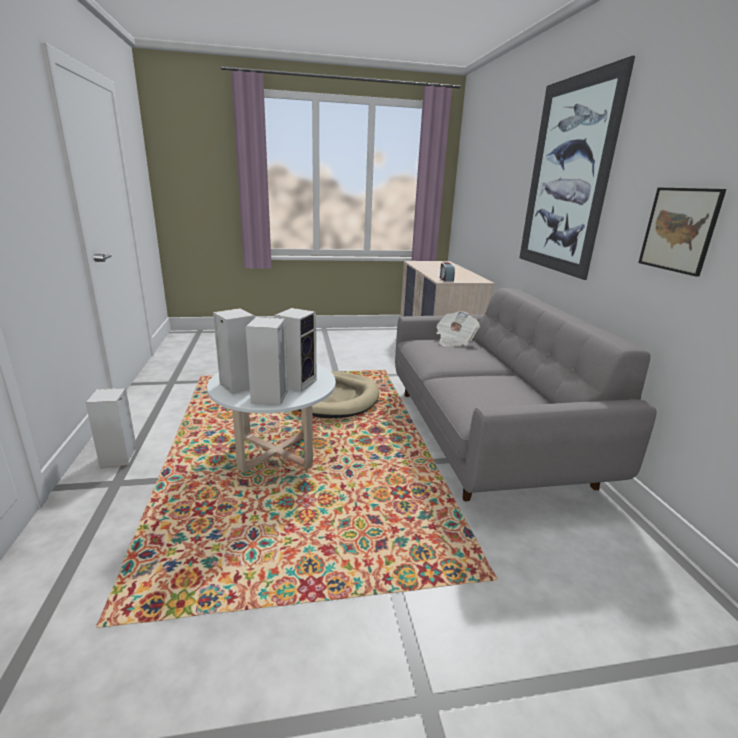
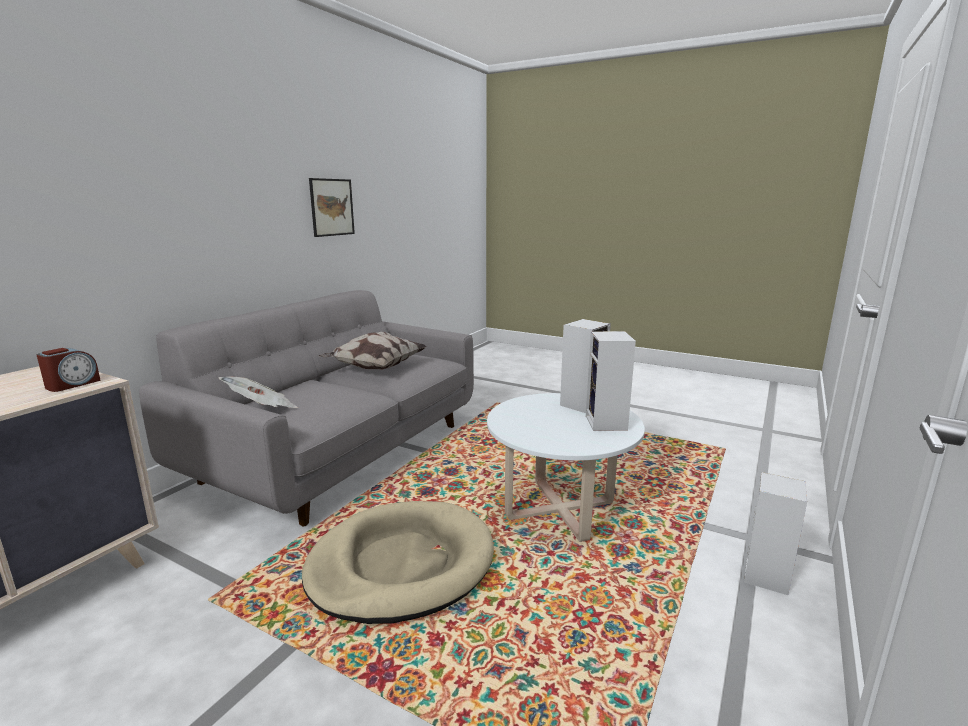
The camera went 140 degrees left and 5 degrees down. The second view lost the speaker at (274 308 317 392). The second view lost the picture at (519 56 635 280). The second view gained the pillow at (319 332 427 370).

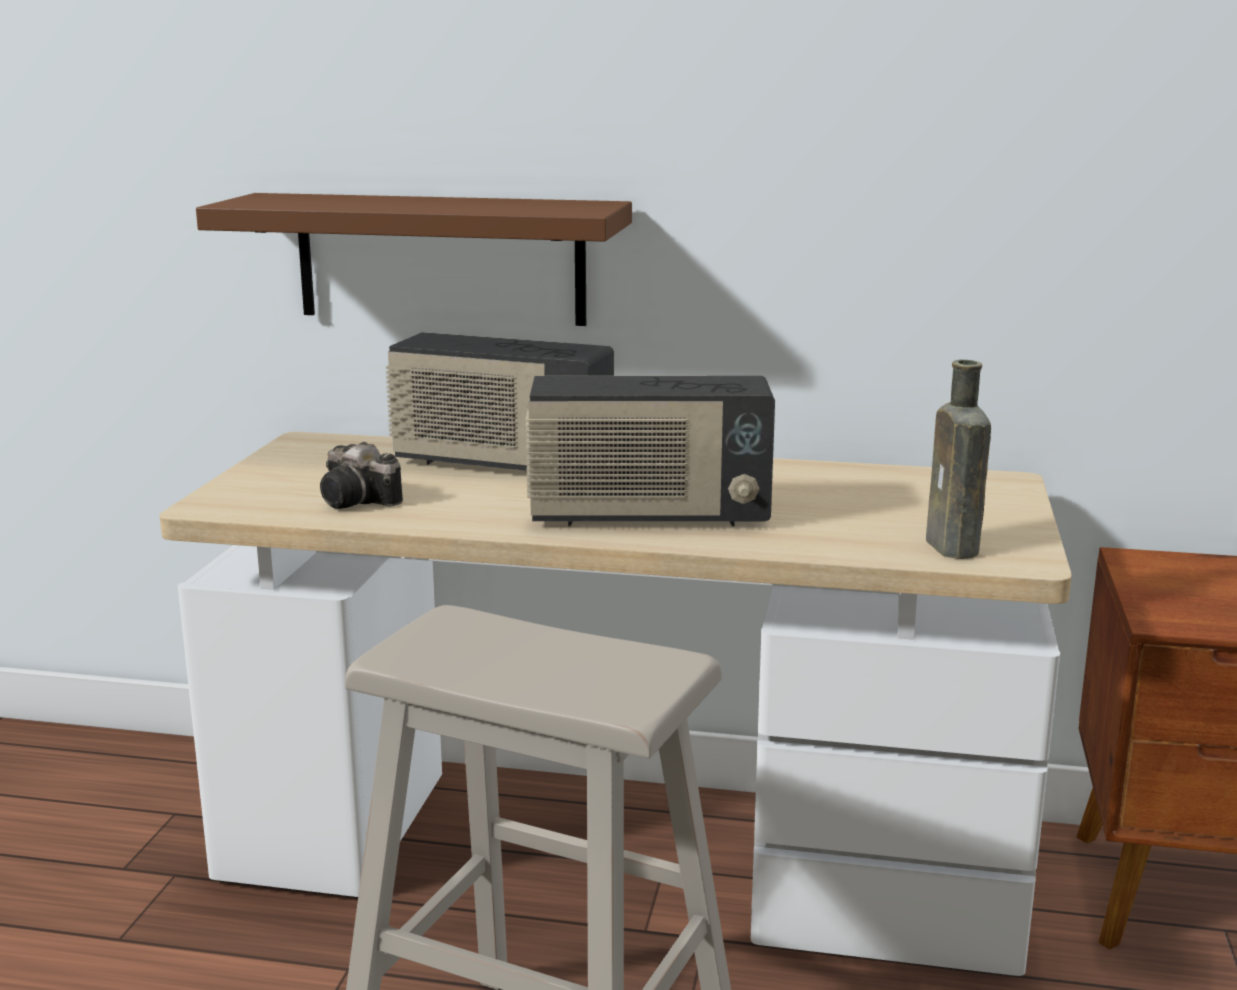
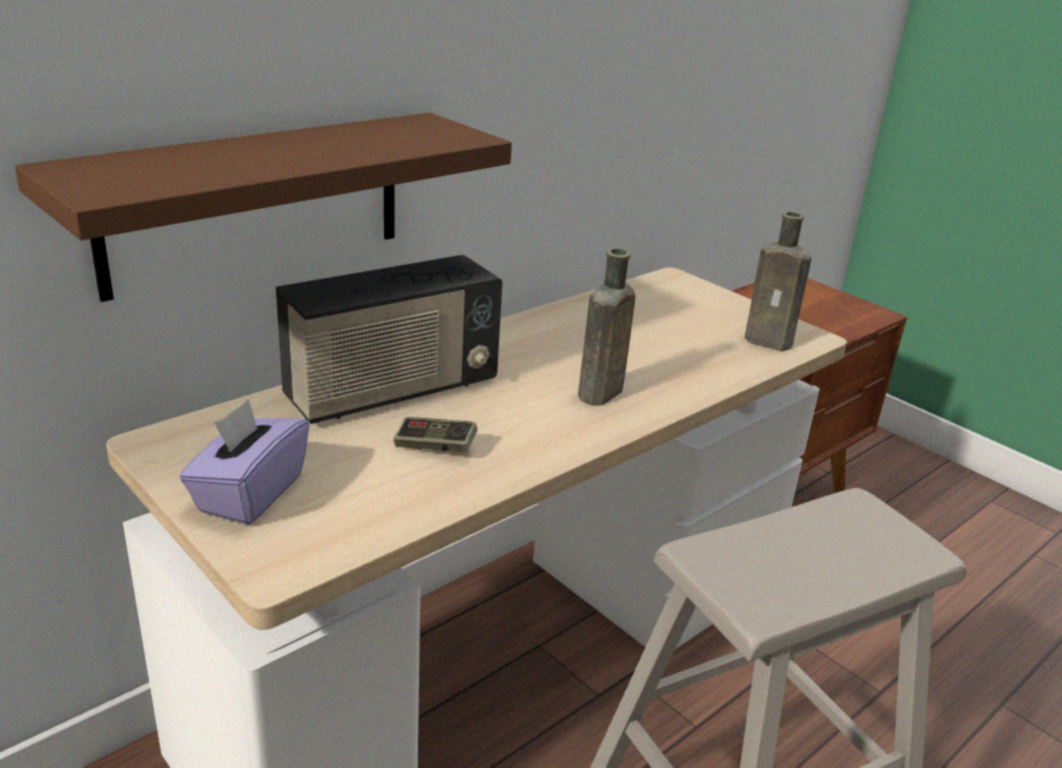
The camera went 55 degrees left and 10 degrees up. The second view lost the photo camera at (320 442 403 509). The second view gained the purple tissue box at (179 399 309 525). The second view gained the game controller at (394 417 478 452). Where the radio stood at (525 376 775 526), the brown bottle came to stand at (578 248 635 406).

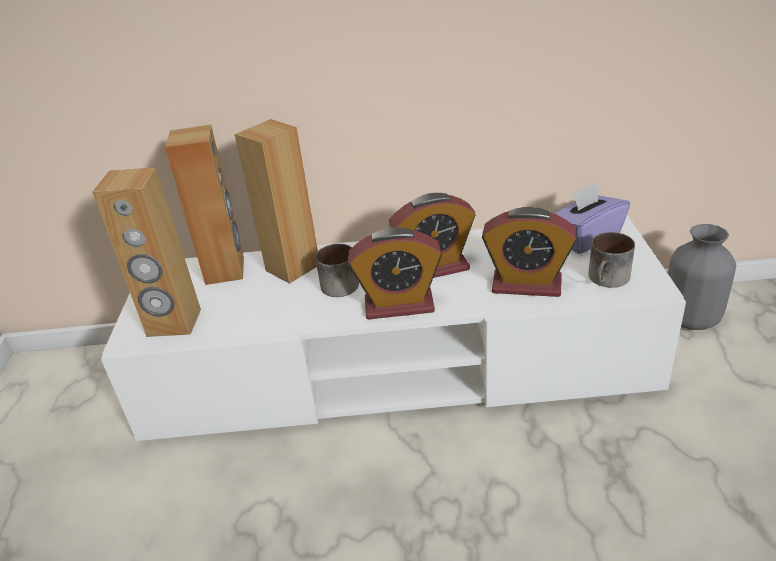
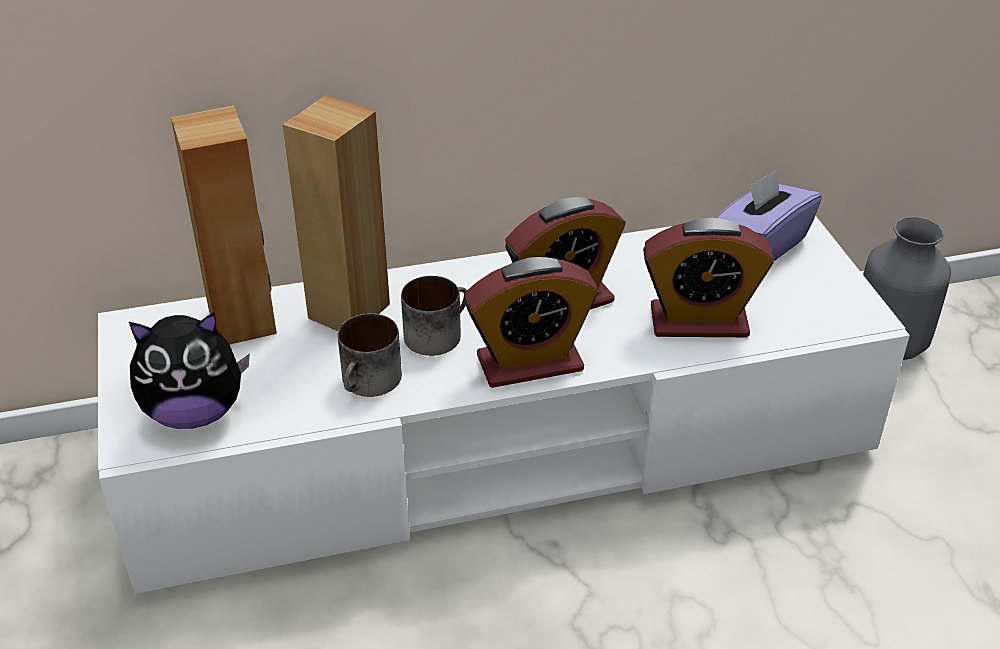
The camera went 15 degrees left and 5 degrees up. The mug ended up elsewhere, having gone from (588 232 635 288) to (338 313 402 397). Where the brown speaker stood at (92 167 201 337), the plush toy came to stand at (129 312 250 429).

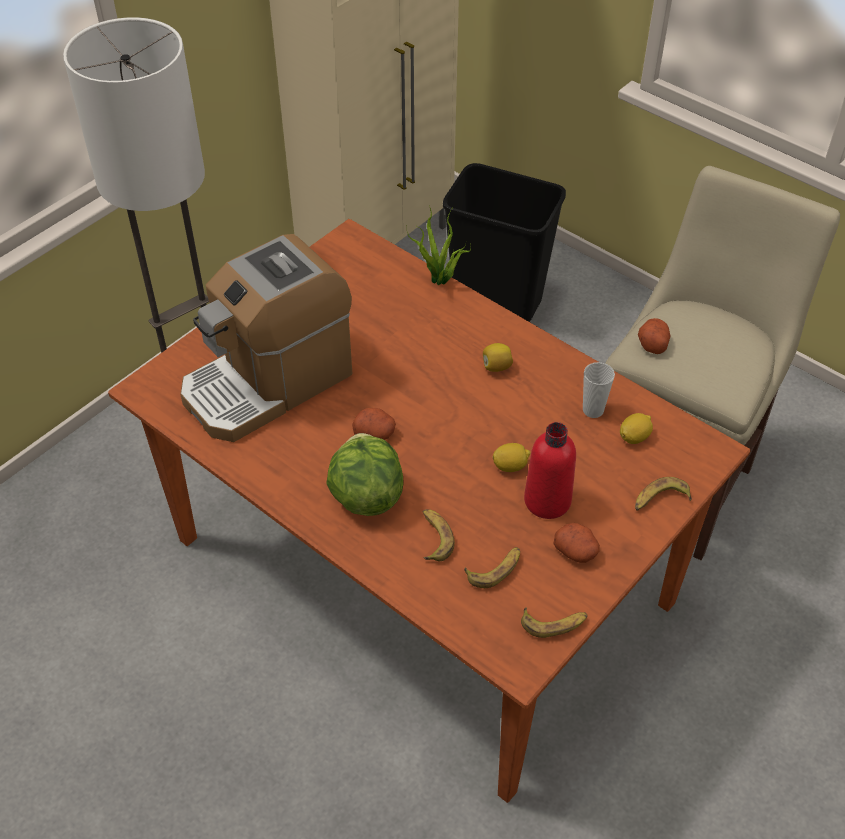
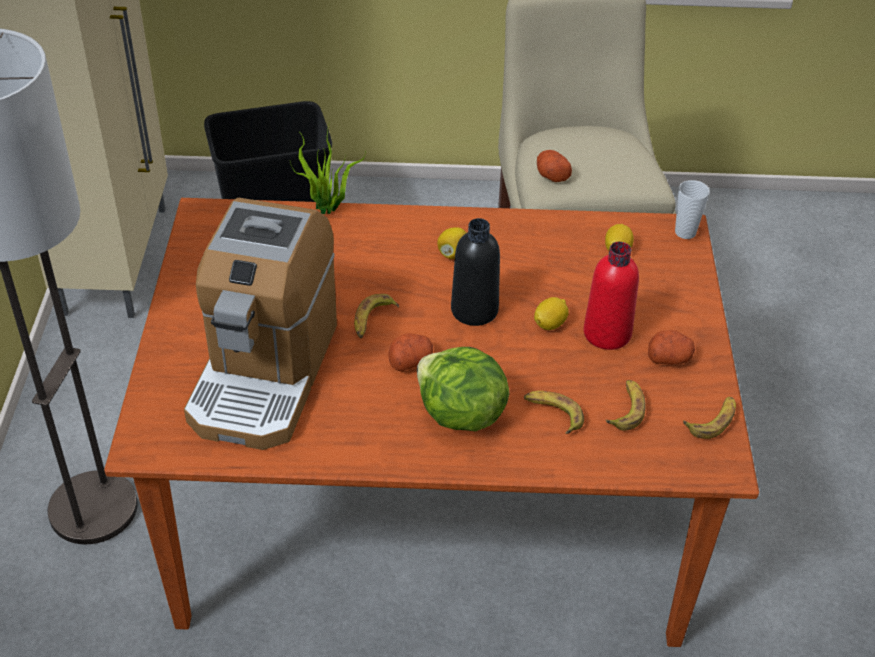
The camera went 40 degrees left and 5 degrees down. The second view gained the black bottle at (451 218 500 326). The cup ended up elsewhere, having gone from (583 362 615 418) to (675 180 710 239). The banana ended up elsewhere, having gone from (635 477 692 511) to (354 294 399 338).

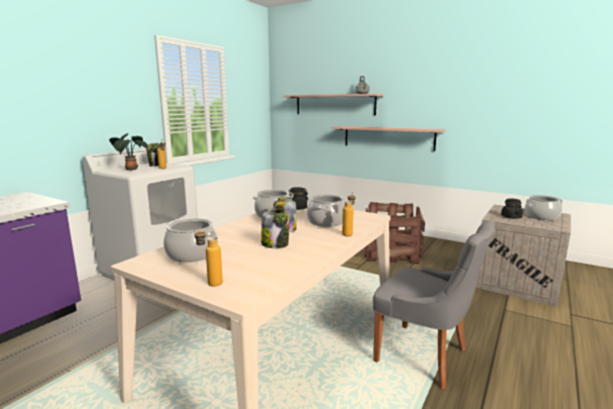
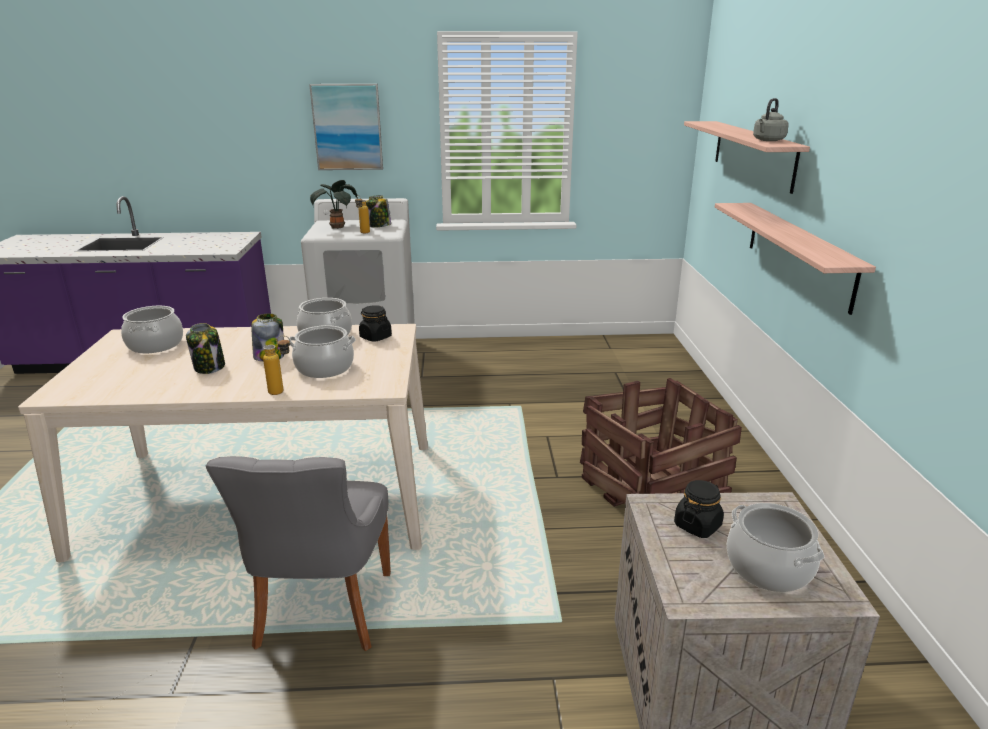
The camera went 55 degrees right and 10 degrees up. The second view lost the bottle at (194 227 223 286). The second view gained the picture at (309 84 383 170).

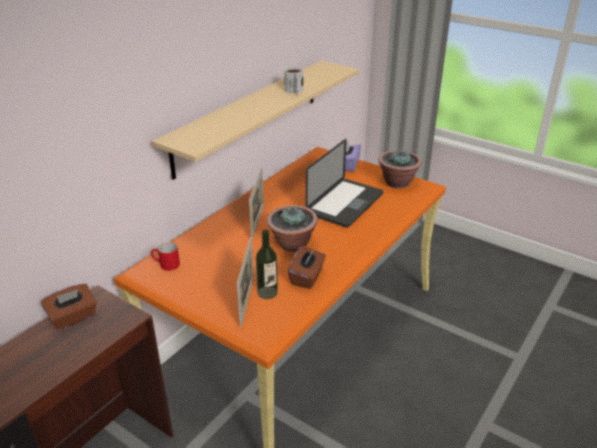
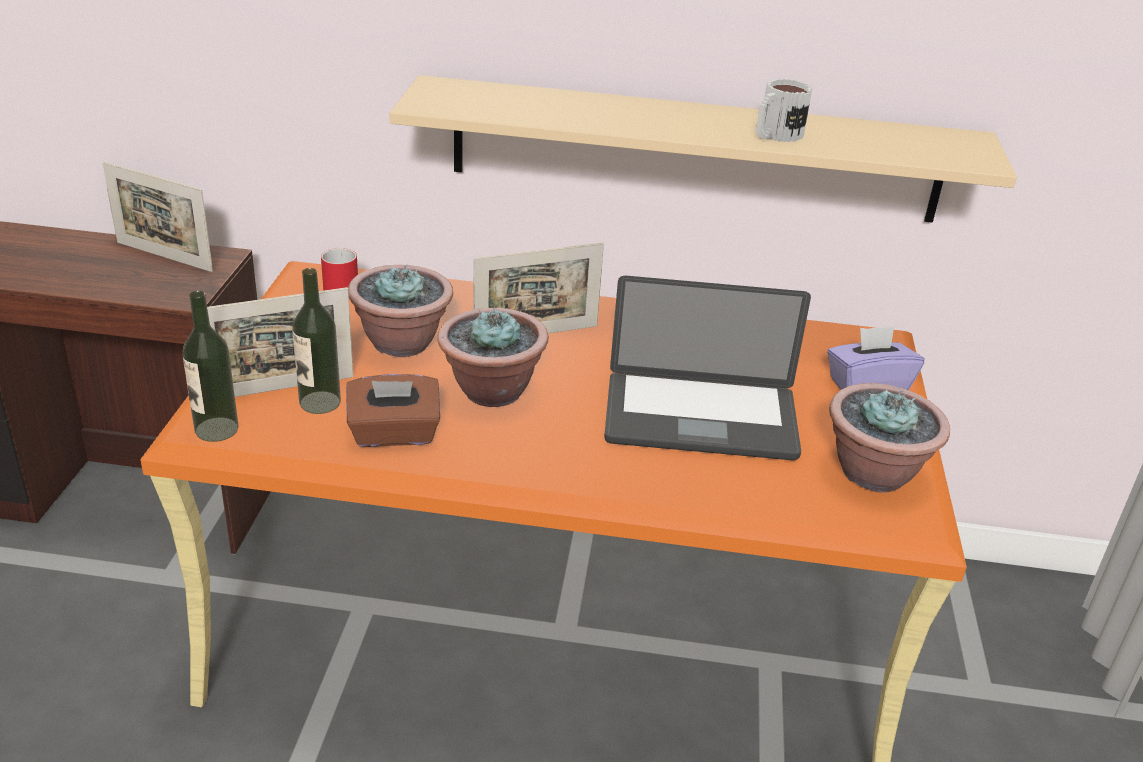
The camera went 60 degrees right and 0 degrees up. The second view gained the bottle at (182 291 239 442). The second view gained the potted plant at (348 265 453 357). Where the brown tissue box stood at (40 284 97 330), the picture frame came to stand at (102 161 213 272).

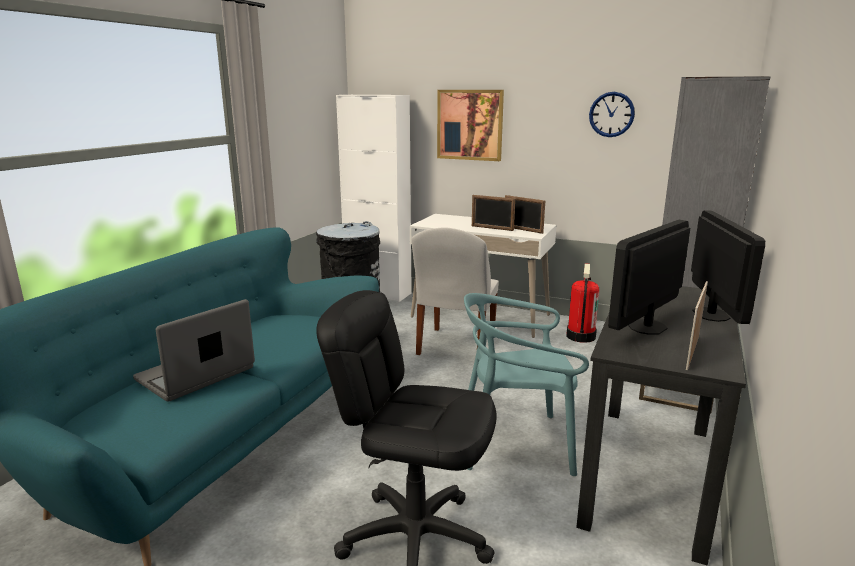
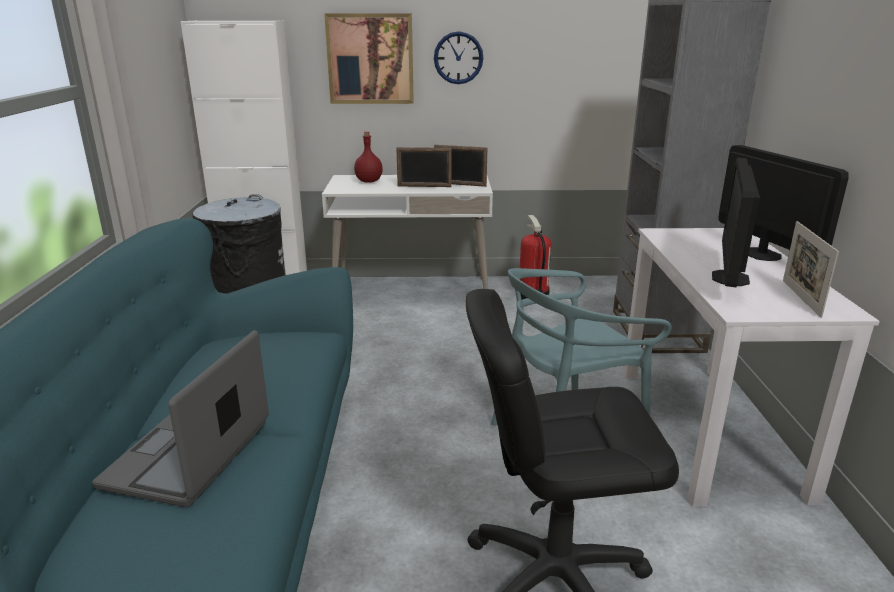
The camera went 25 degrees left and 5 degrees up. The second view lost the white chair at (411 227 499 355). The second view gained the red bottle at (354 131 383 183). The wall clock ended up elsewhere, having gone from (589 92 635 137) to (434 31 483 84). What was the black desk at (576 286 746 566) turned into the white desk at (623 228 880 507).

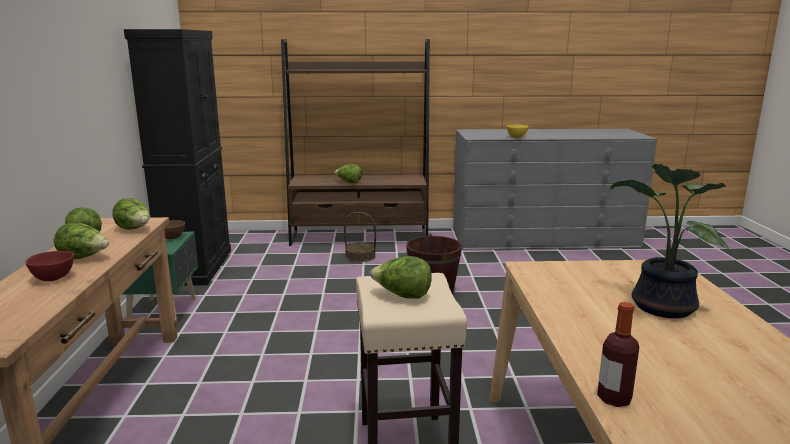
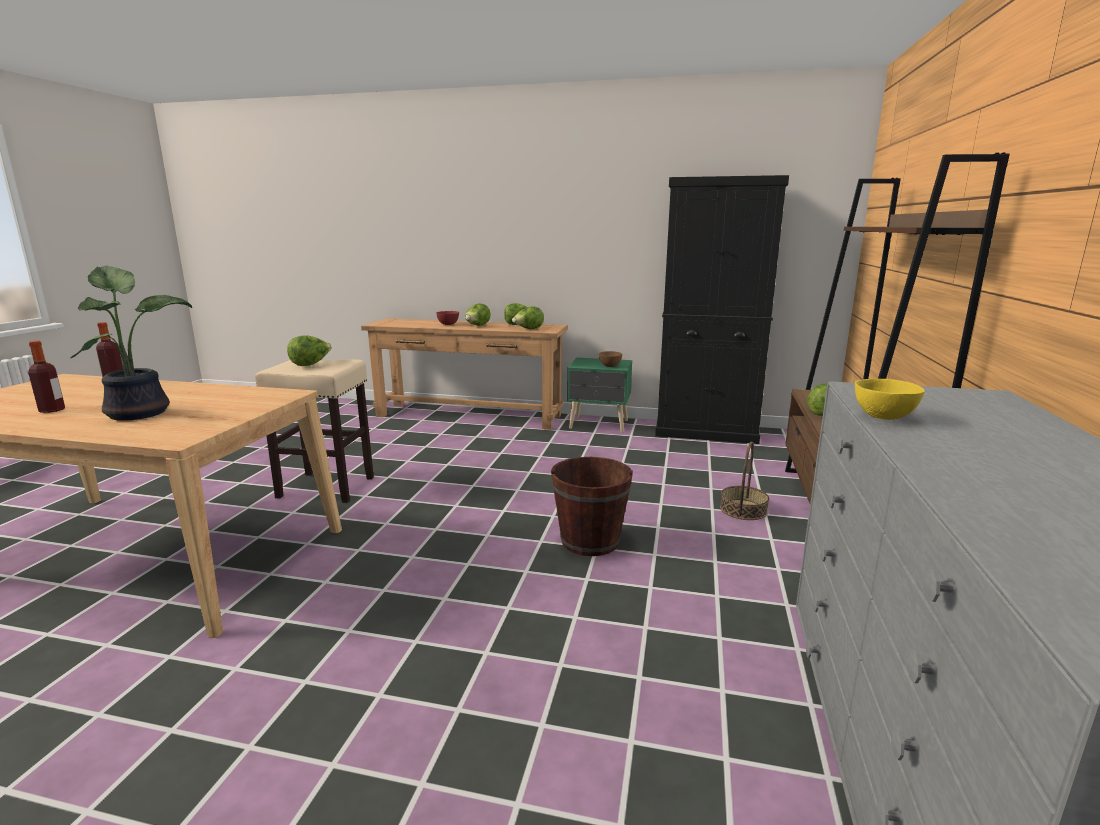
The camera went 105 degrees right and 0 degrees up. The second view gained the bottle at (28 341 65 413).

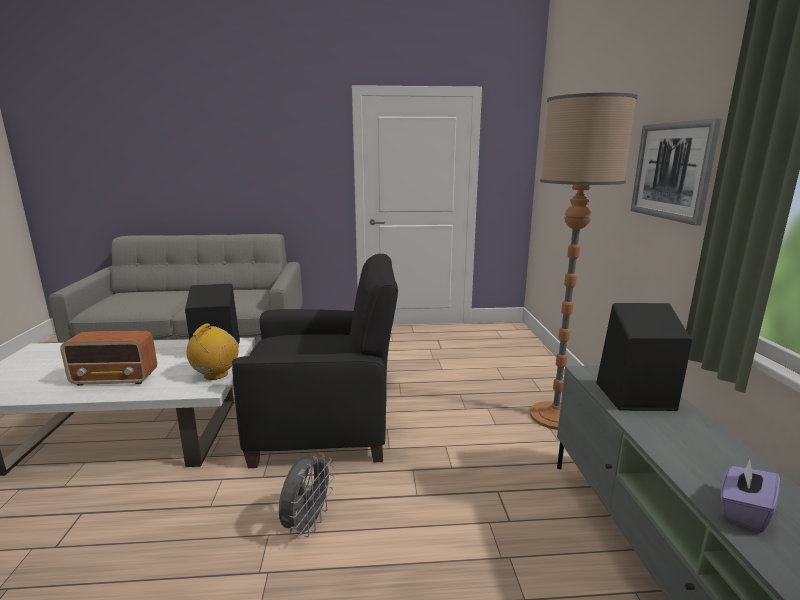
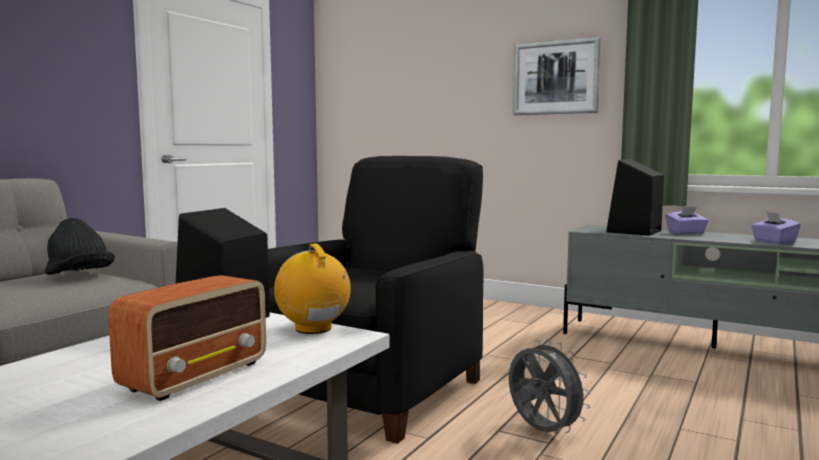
The camera went 55 degrees left and 10 degrees down. The second view lost the floor lamp at (530 93 638 430). The second view gained the black hat at (45 218 115 275). The second view gained the purple tissue box at (666 207 709 235).

